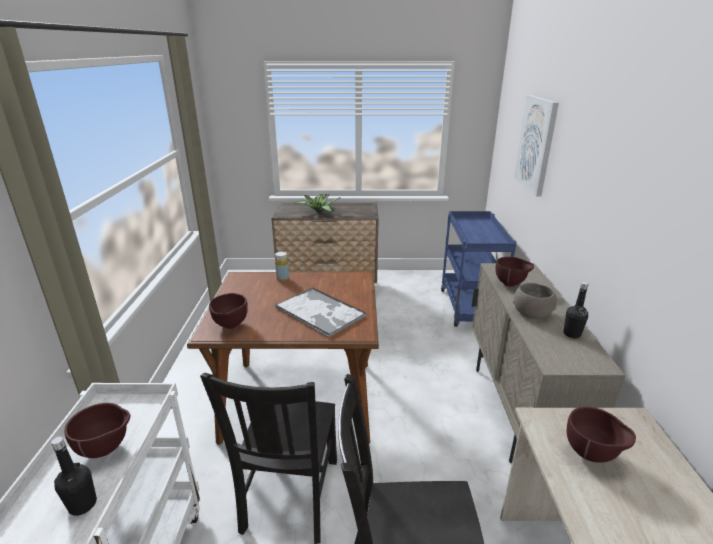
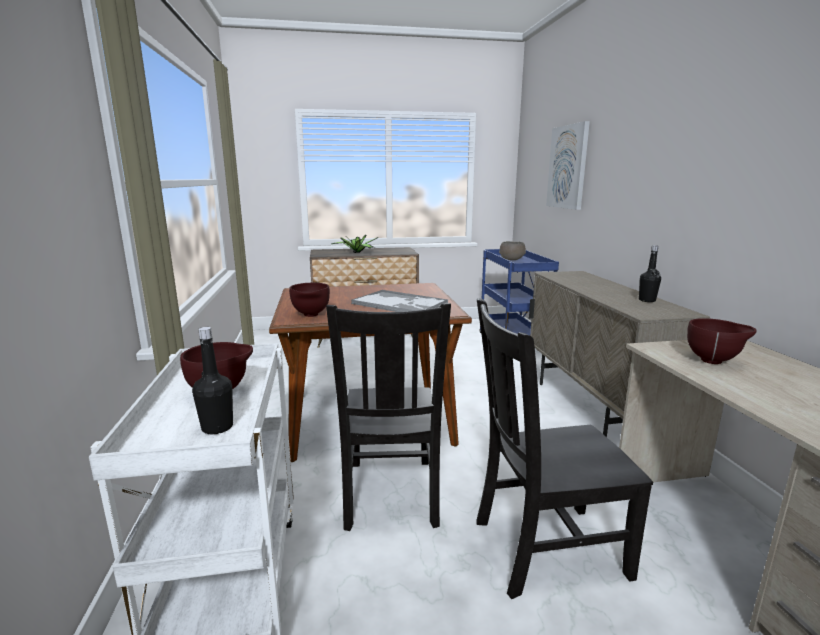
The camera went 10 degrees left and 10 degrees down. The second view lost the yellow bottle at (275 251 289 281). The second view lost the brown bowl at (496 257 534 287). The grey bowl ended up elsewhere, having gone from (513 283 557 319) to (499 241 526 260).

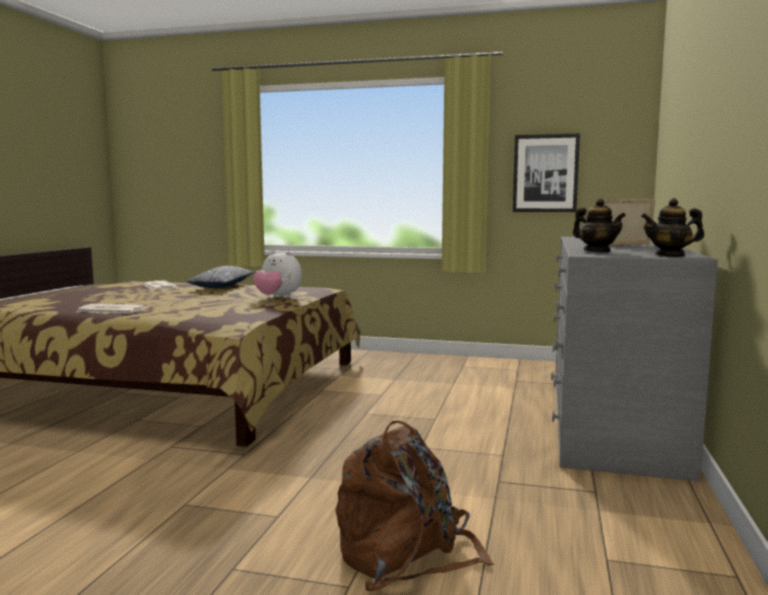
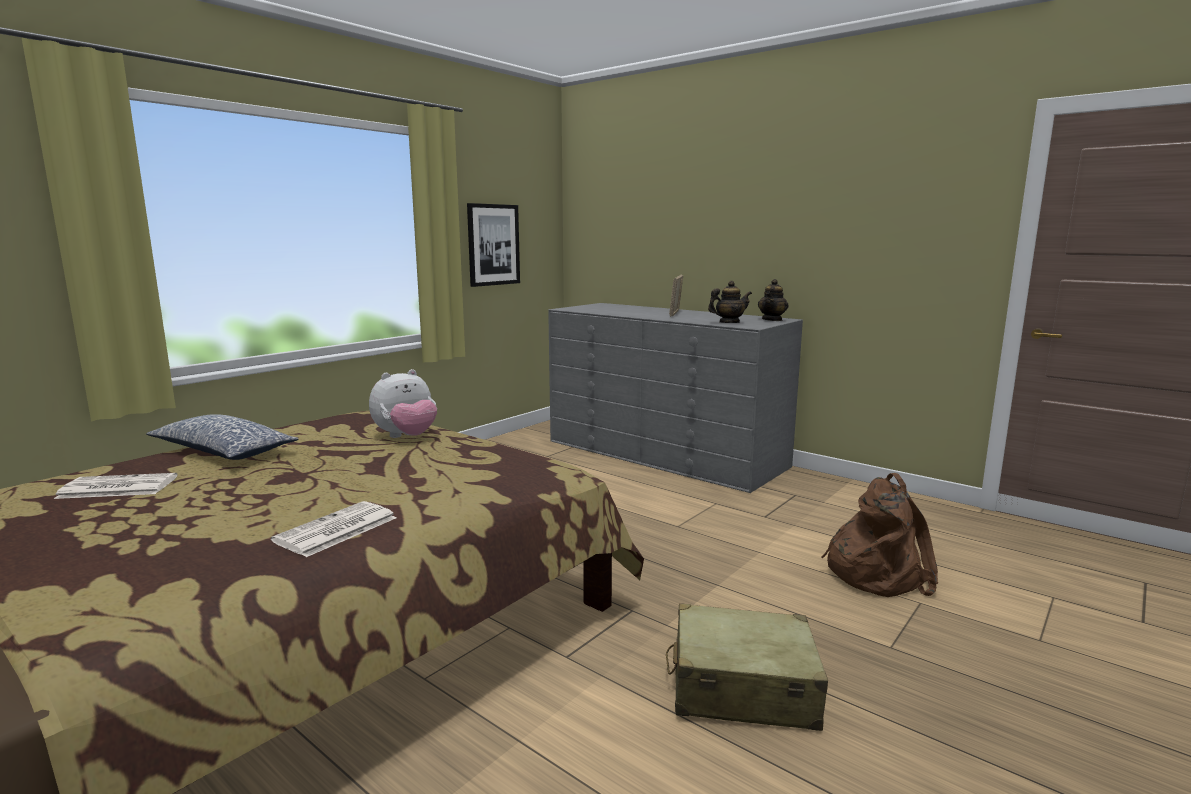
The camera went 65 degrees left and 5 degrees up. The second view gained the beige suitcase at (666 603 828 731).

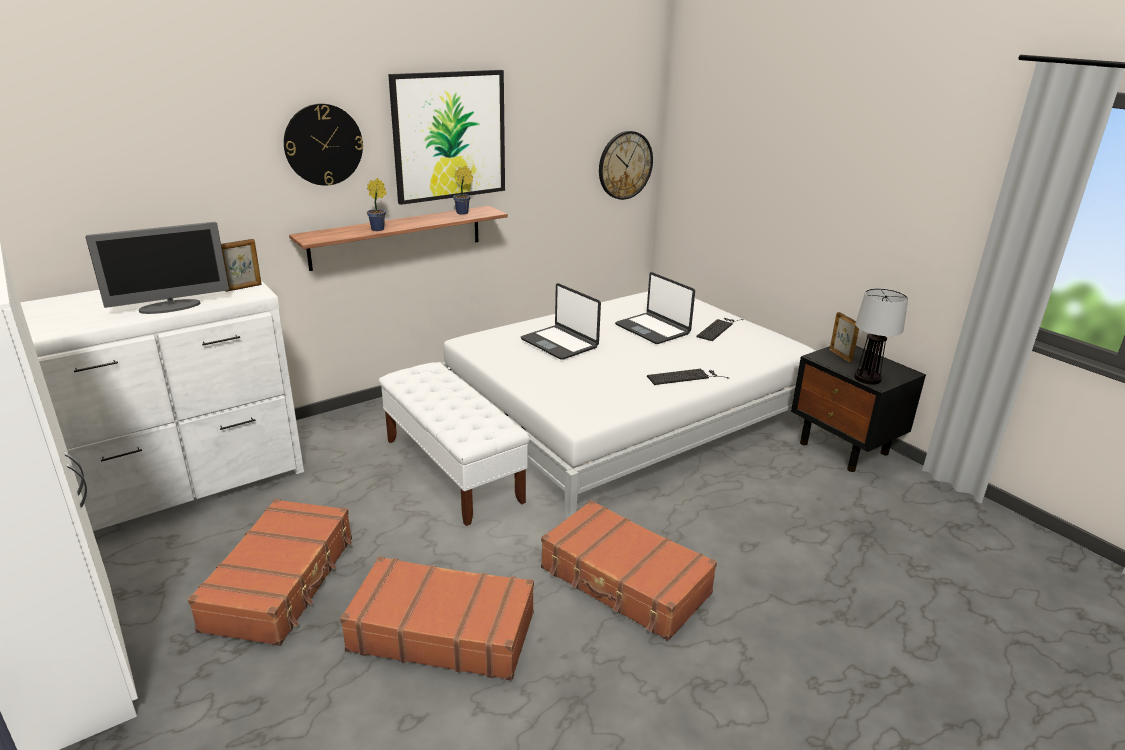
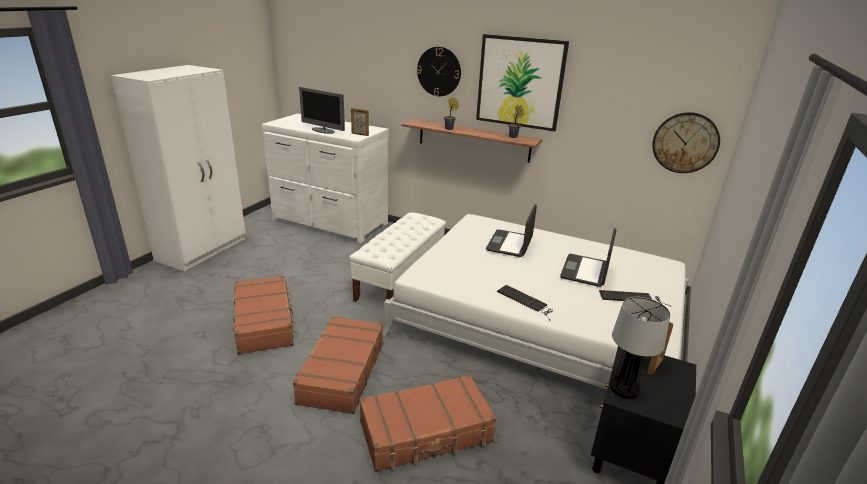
The camera went 60 degrees right and 0 degrees up. The brown suitcase ended up elsewhere, having gone from (188 499 352 646) to (359 375 496 472).

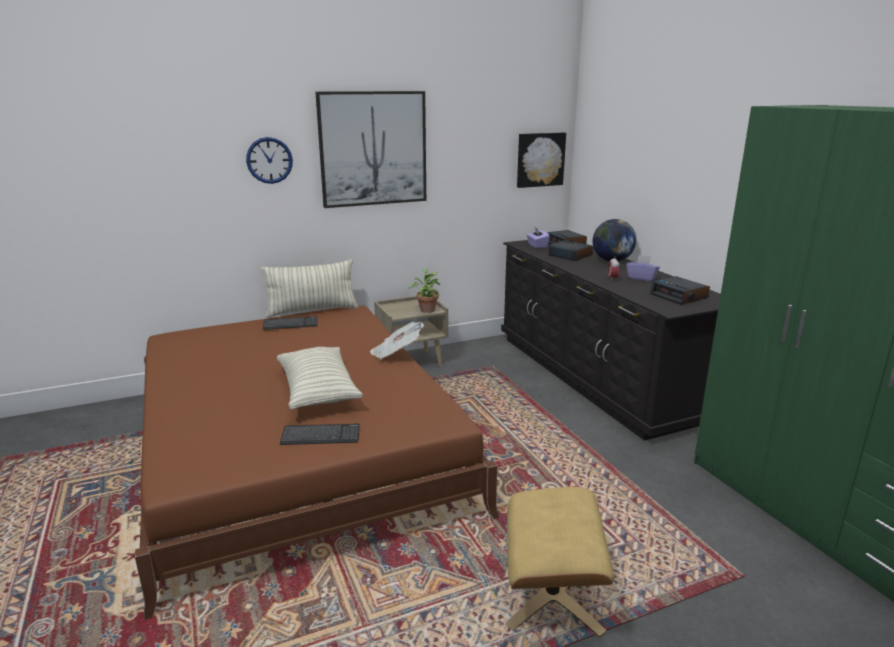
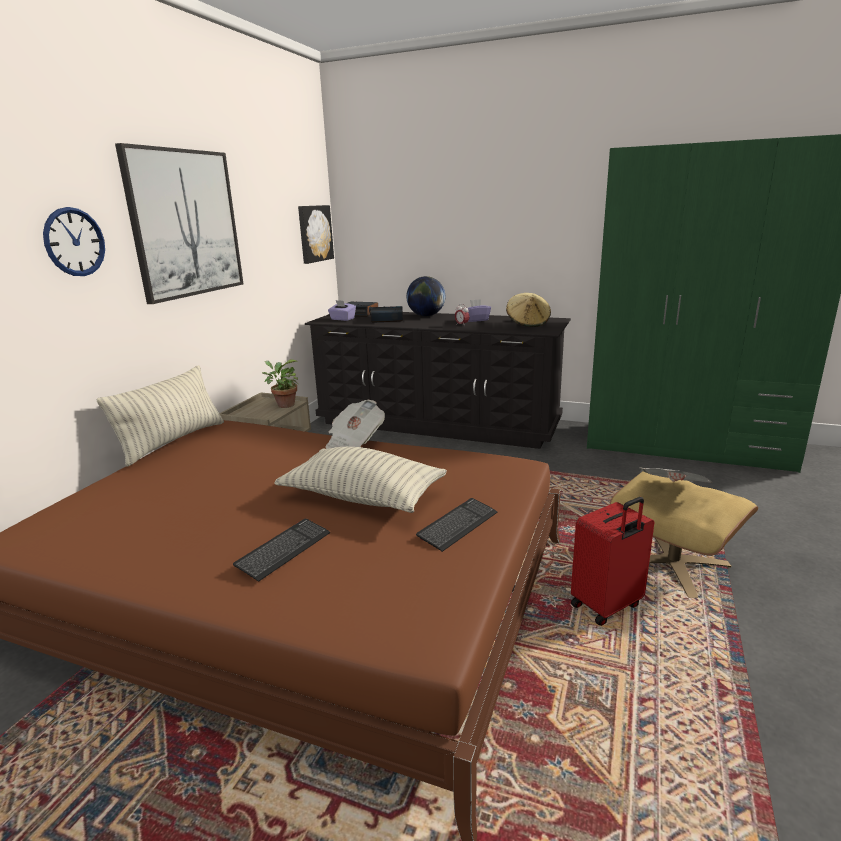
The camera went 45 degrees left and 0 degrees up. The second view gained the red suitcase at (571 497 654 626). The second view gained the newspaper at (638 467 712 483). The keyboard ended up elsewhere, having gone from (263 316 318 330) to (233 518 330 582). Where the alarm clock stood at (650 276 710 305), the beige hat came to stand at (506 293 551 327).

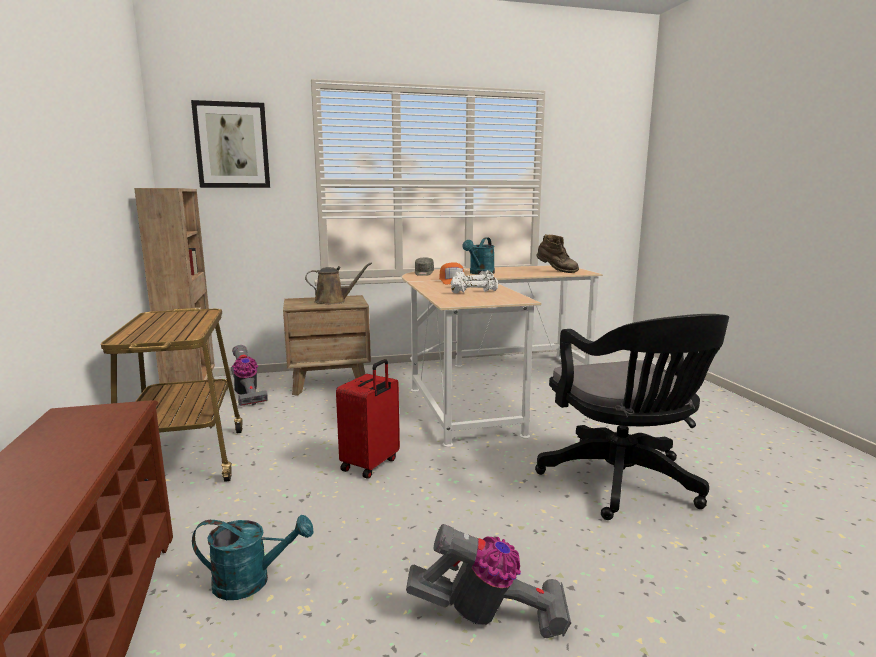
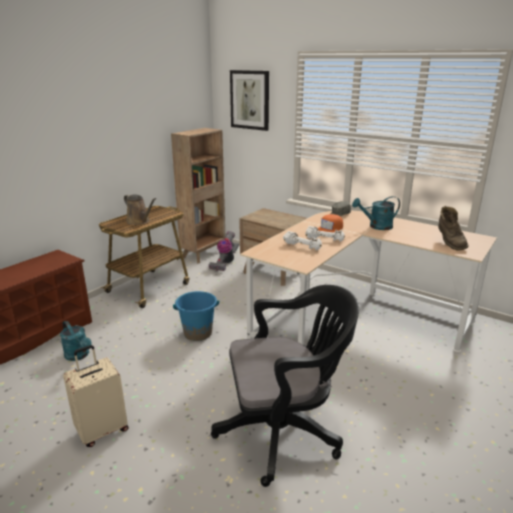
The camera went 50 degrees right and 10 degrees up. The brown watering can ended up elsewhere, having gone from (305 262 372 304) to (124 194 156 225). Where the red suitcase stood at (336 359 400 479), the blue bucket came to stand at (173 291 219 341). Where the vacuum cleaner stood at (406 524 571 638), the beige suitcase came to stand at (63 345 128 447). The black office chair at (535 314 729 520) ended up facing another way, 135 degrees counterclockwise from before.

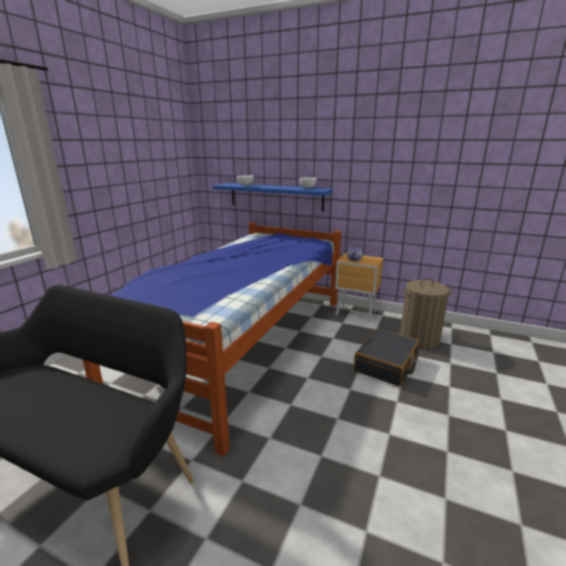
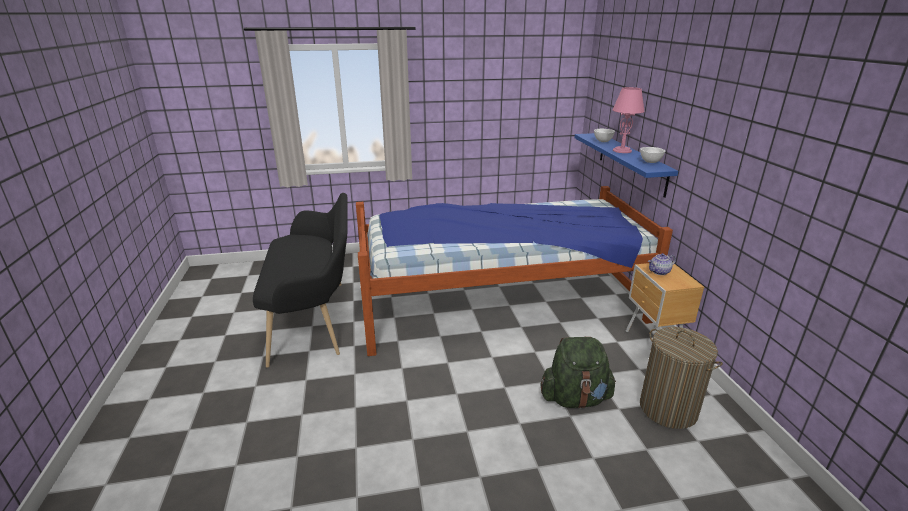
The camera went 55 degrees right and 5 degrees up. The second view gained the pink table lamp at (613 87 645 153). Where the black suitcase stood at (354 328 420 387), the green backpack came to stand at (541 337 616 408).

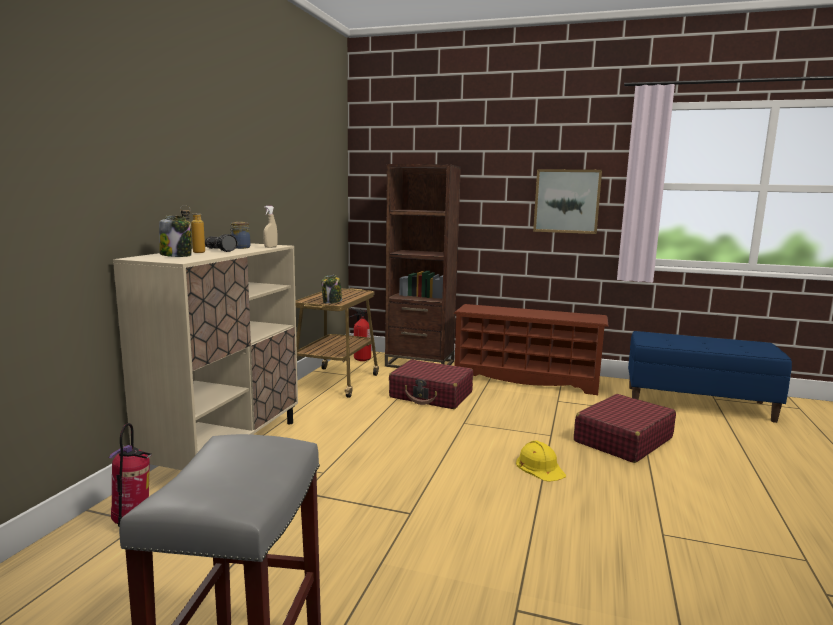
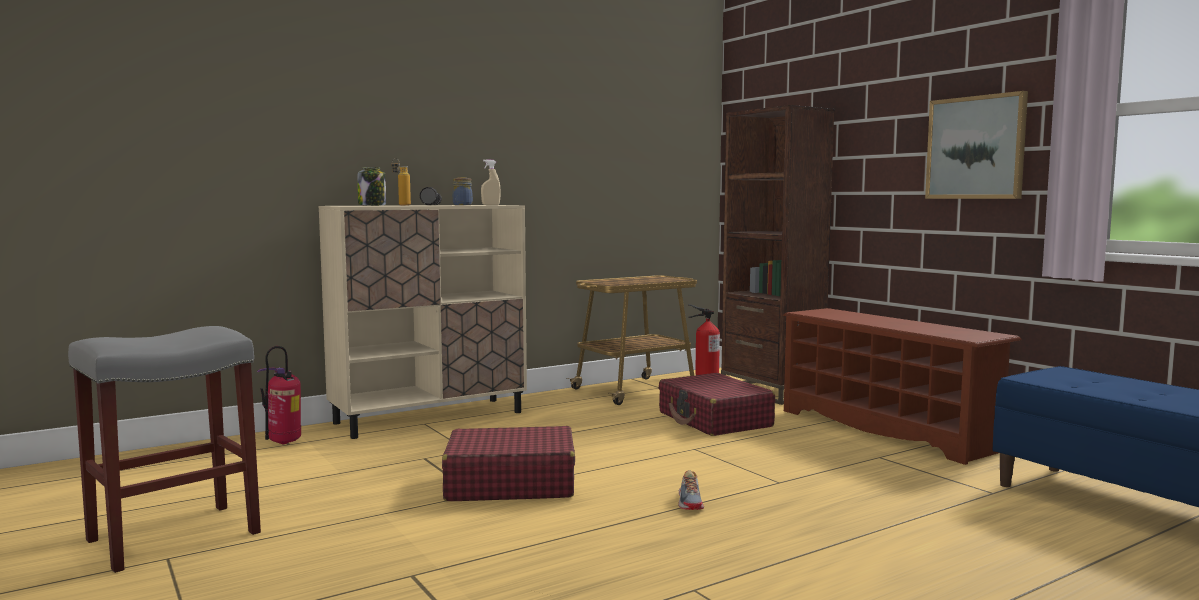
The camera went 40 degrees right and 5 degrees down. The second view lost the jar at (321 275 342 304). The red suitcase ended up elsewhere, having gone from (574 394 676 463) to (442 426 575 501). Where the yellow hard hat stood at (516 440 566 482), the shoe came to stand at (678 470 704 510).

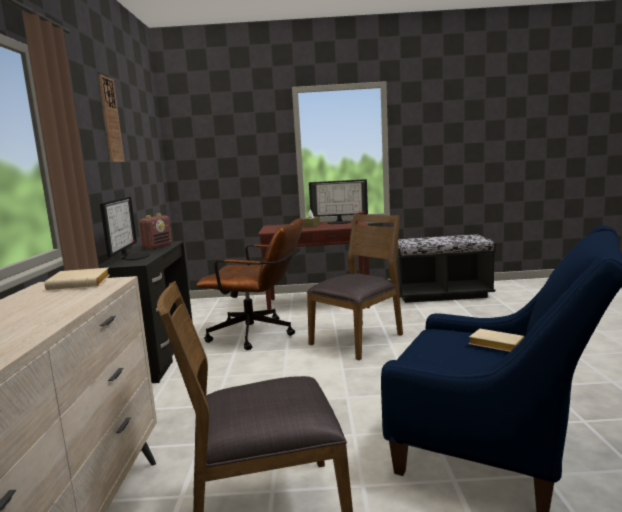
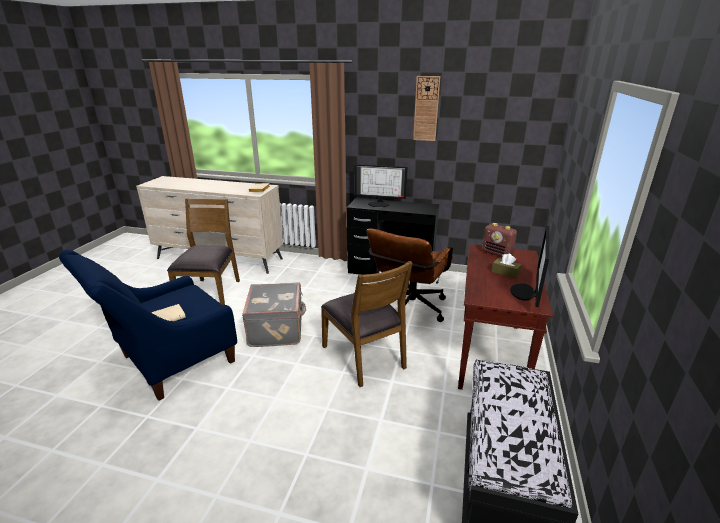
The camera went 105 degrees right and 15 degrees up. The second view gained the grey suitcase at (242 282 306 347). The radio ended up elsewhere, having gone from (139 213 172 249) to (482 223 517 257).

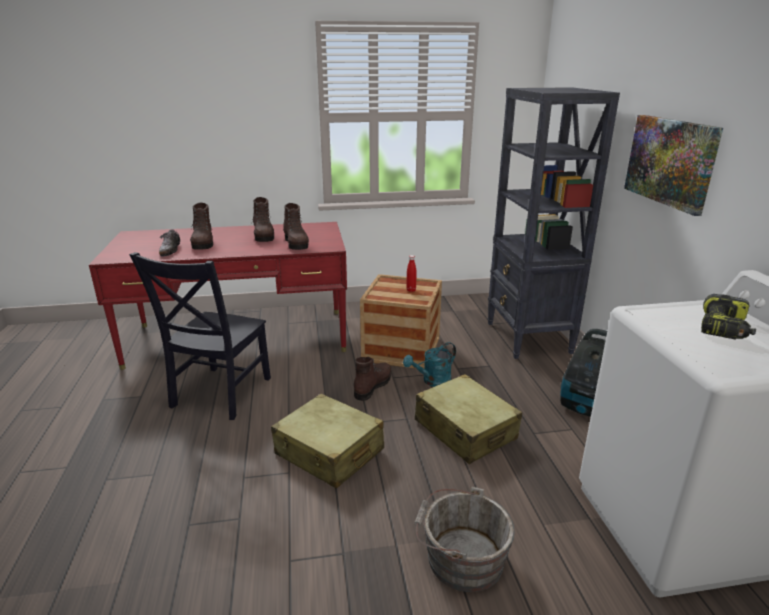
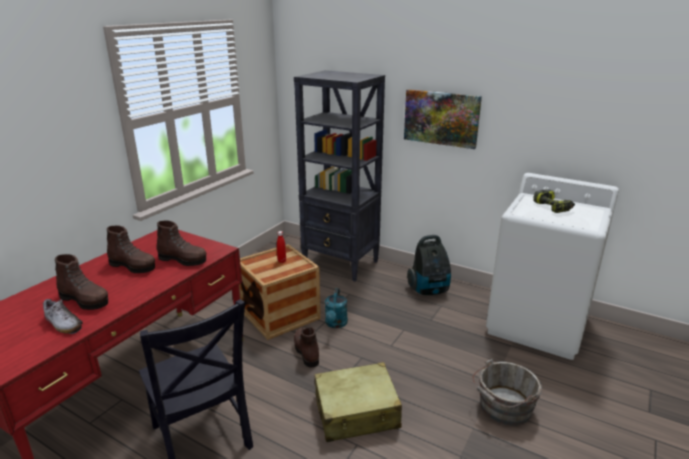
The camera went 50 degrees left and 0 degrees up. The second view lost the beige suitcase at (415 374 522 464).

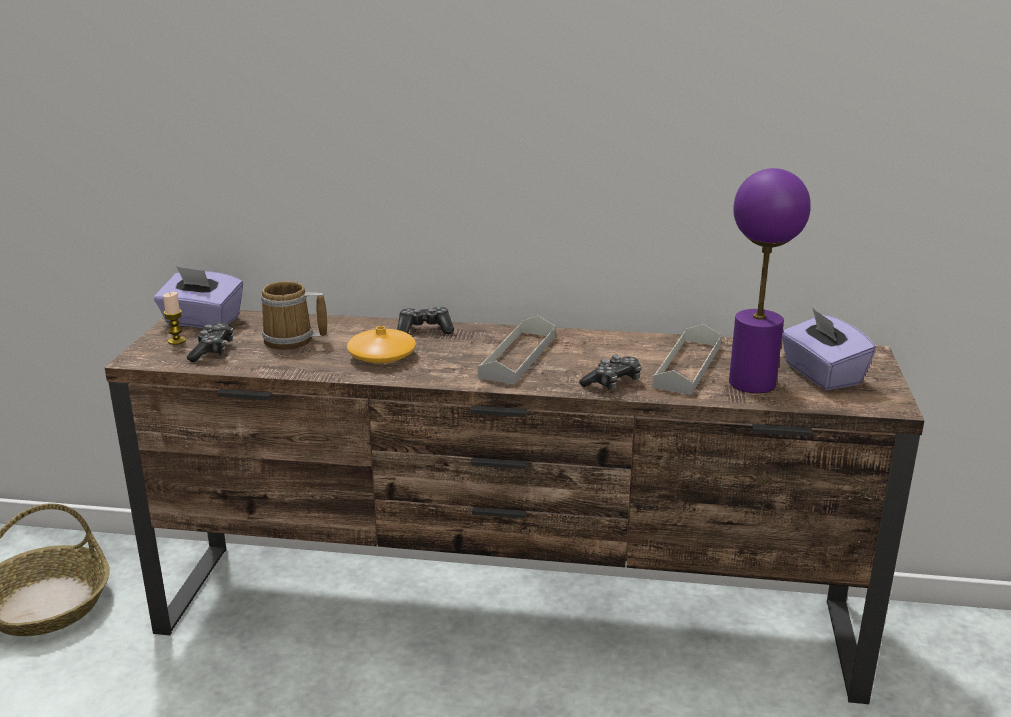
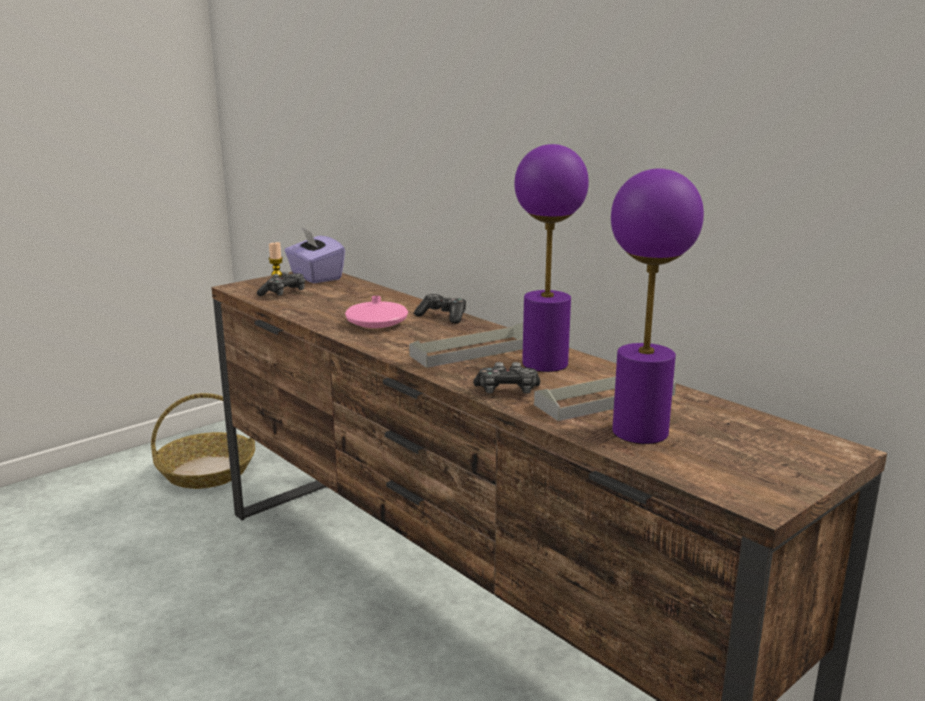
The camera went 40 degrees right and 5 degrees down. The second view lost the mug at (261 281 327 350). The second view lost the purple tissue box at (782 307 876 390). The second view gained the purple table lamp at (514 144 589 372). What was the orange vase at (347 326 416 363) turned into the pink vase at (345 296 408 328).

